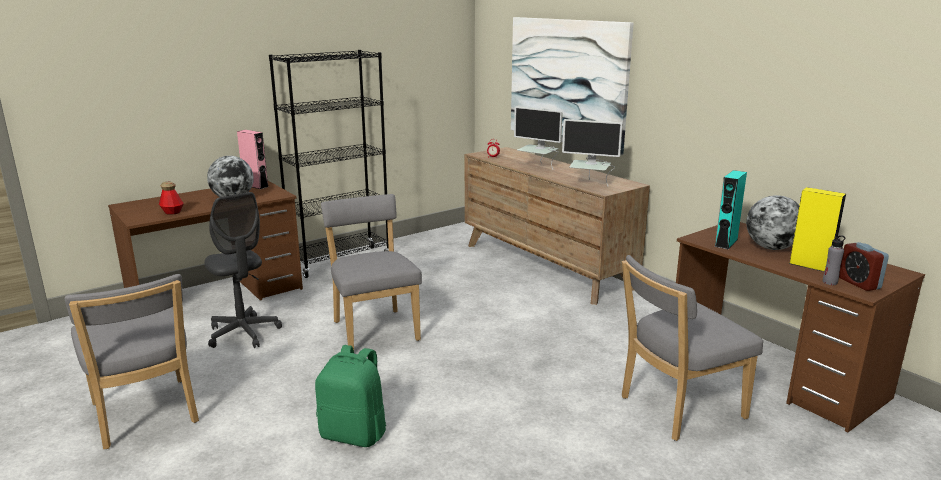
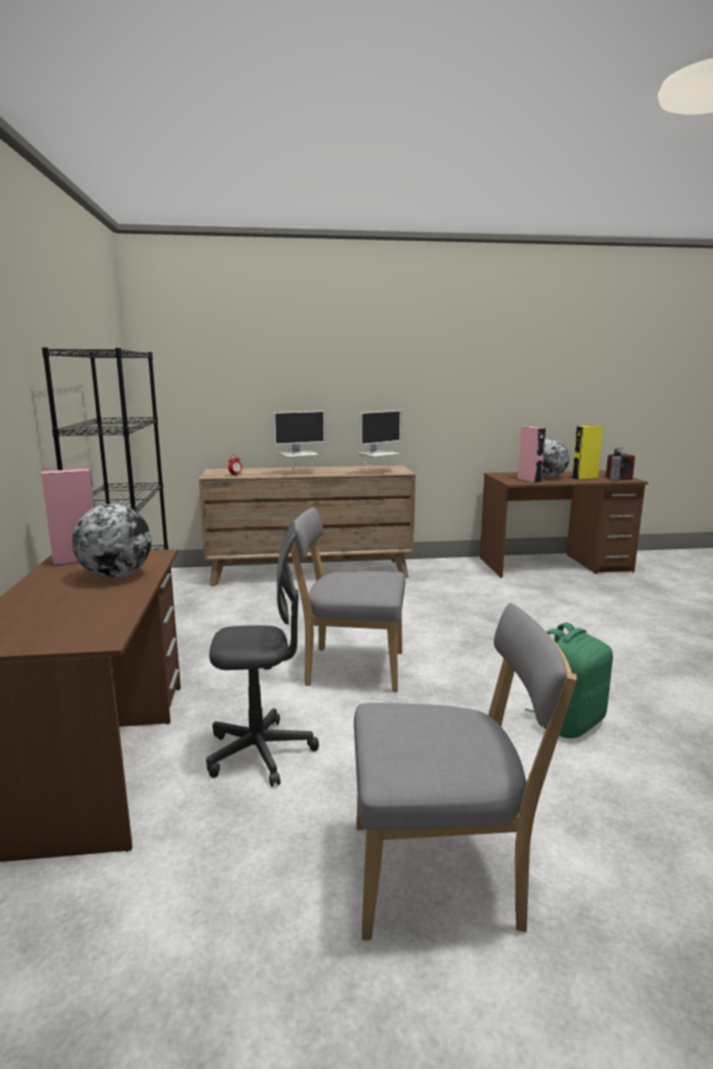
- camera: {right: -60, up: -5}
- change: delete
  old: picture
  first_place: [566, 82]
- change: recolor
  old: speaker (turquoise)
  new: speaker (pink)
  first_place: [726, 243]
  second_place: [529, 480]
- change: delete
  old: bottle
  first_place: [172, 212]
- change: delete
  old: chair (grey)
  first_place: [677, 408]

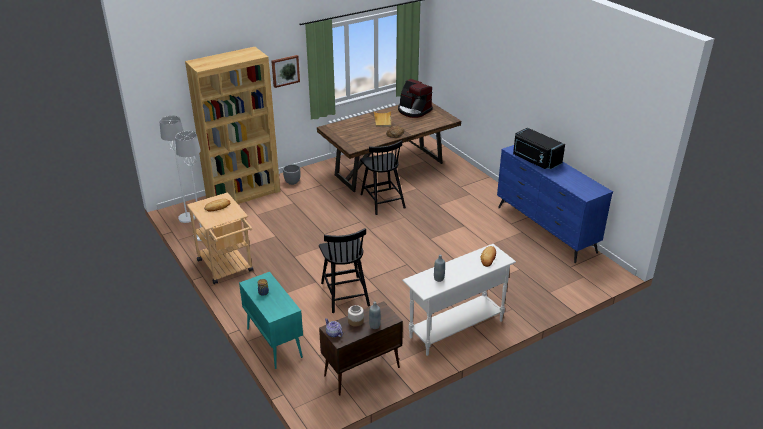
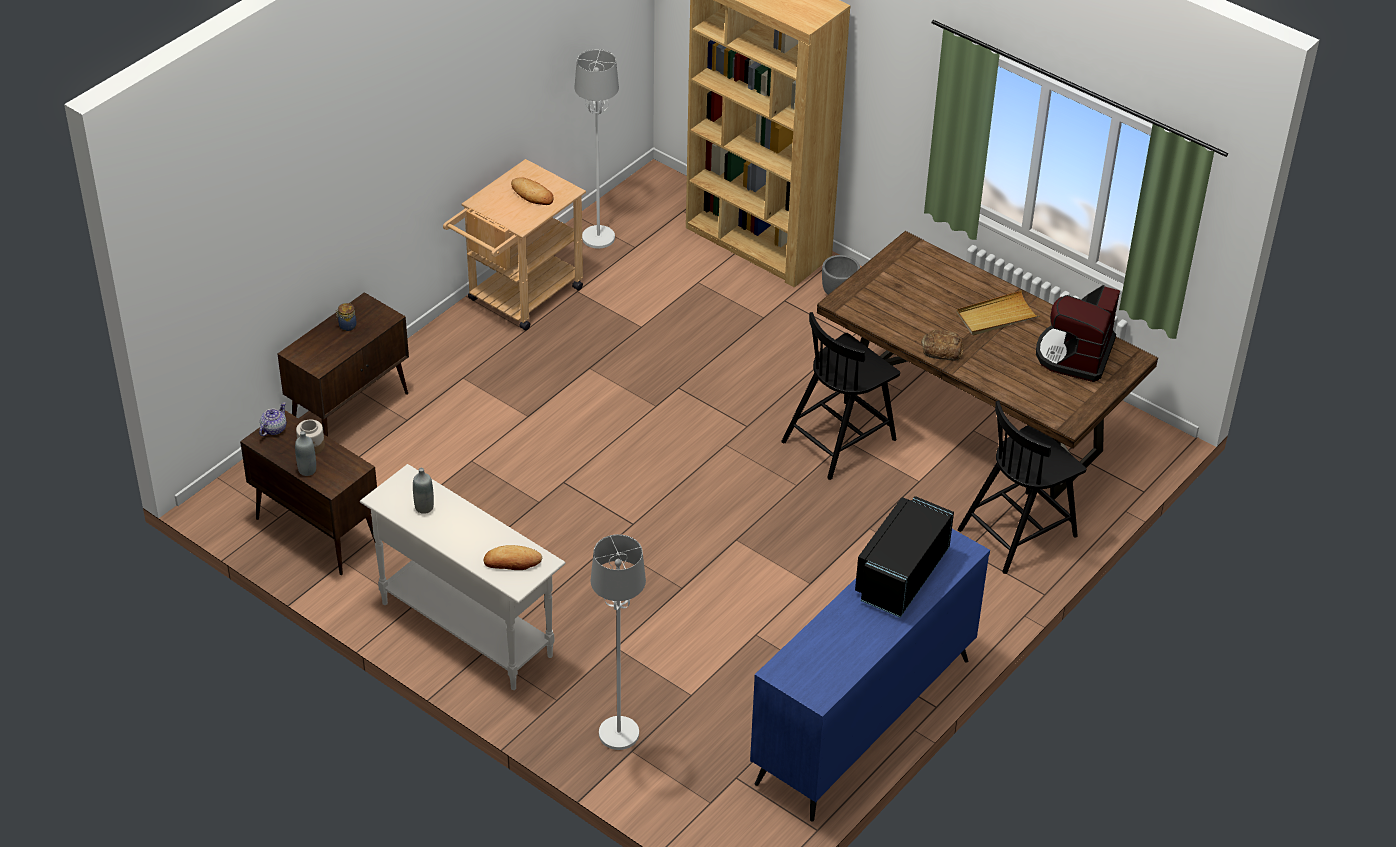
- camera: {right: 70, up: 10}
- change: delete
  old: picture
  first_place: [285, 71]
- change: move
  old: floor lamp (white)
  first_place: [186, 218]
  second_place: [618, 733]
- change: move
  old: chair (black)
  first_place: [345, 293]
  second_place: [1018, 531]
- change: recolor
  old: cabinet (turquoise)
  new: cabinet (brown)
  first_place: [274, 342]
  second_place: [351, 412]

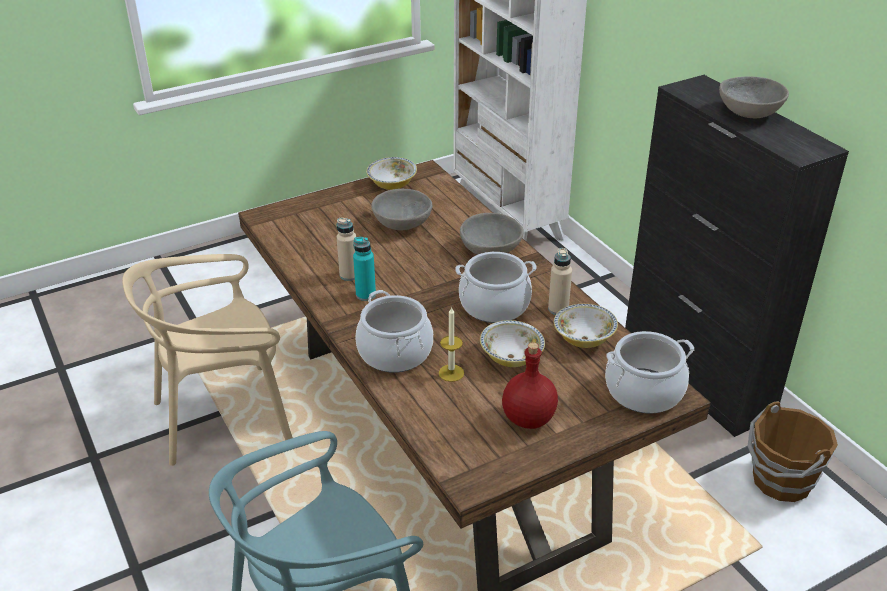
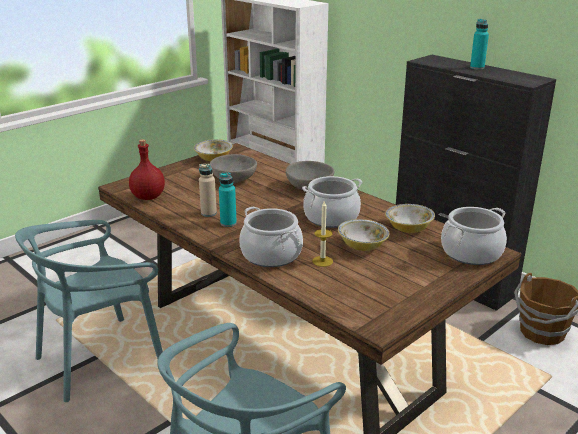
- camera: {right: -15, up: -10}
- change: replace
  old: bowl (grey)
  new: bottle (turquoise)
  first_place: [748, 113]
  second_place: [477, 67]
- change: delete
  old: bottle (beige)
  first_place: [558, 309]
- change: recolor
  old: chair (beige)
  new: chair (turquoise)
  first_place: [223, 417]
  second_place: [100, 359]
- change: move
  old: bottle (red)
  first_place: [527, 418]
  second_place: [147, 197]

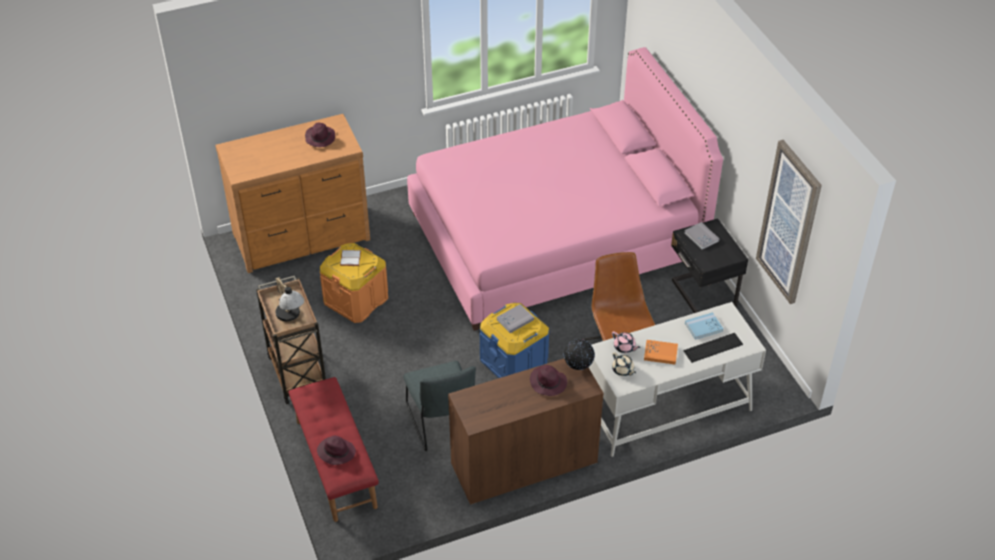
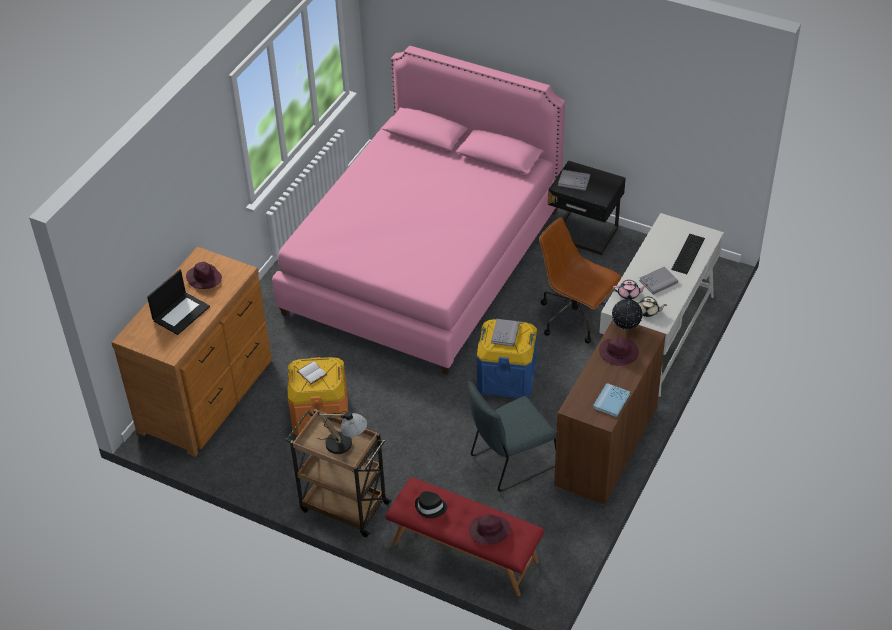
- camera: {right: -40, up: 0}
- change: delete
  old: picture
  first_place: [789, 223]
- change: move
  old: book (blue)
  first_place: [703, 327]
  second_place: [611, 401]
- change: recolor
  old: book (orange)
  new: book (grey)
  first_place: [660, 353]
  second_place: [658, 282]
- change: rotate
  old: chair (grey)
  first_place: [442, 424]
  second_place: [510, 462]
  degrees: 120
- change: insert
  new: laptop
  second_place: [181, 313]
- change: insert
  new: hat (black)
  second_place: [430, 507]

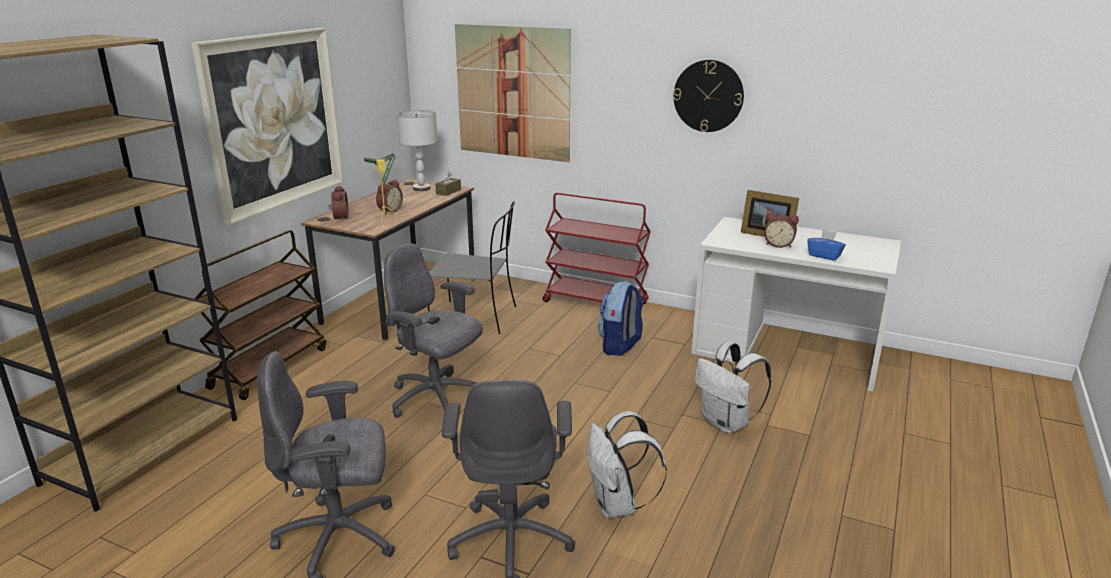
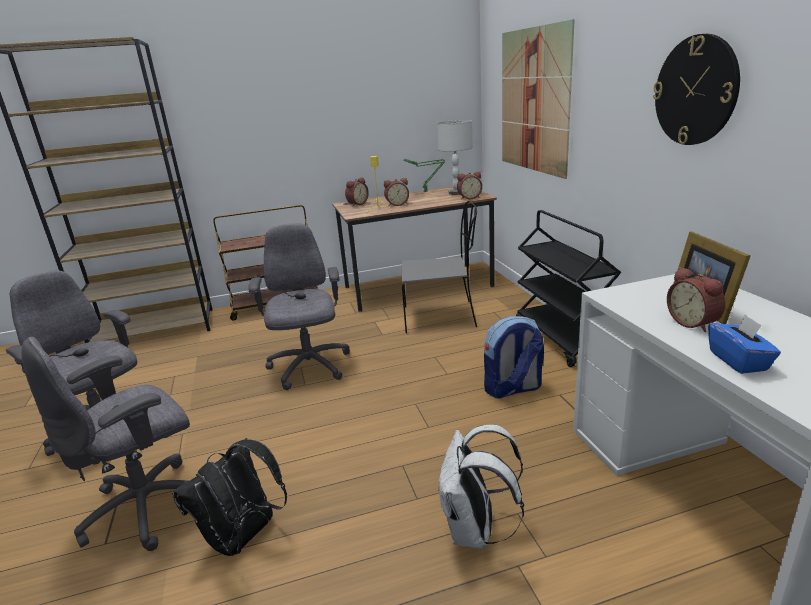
- camera: {right: 50, up: 0}
- change: delete
  old: picture
  first_place: [274, 121]
- change: replace
  old: tissue box (brown)
  new: alarm clock
  first_place: [448, 191]
  second_place: [469, 198]
- change: recolor
  old: cart (red)
  new: cart (black)
  first_place: [596, 302]
  second_place: [562, 339]
- change: rotate
  old: chair (grey)
  first_place: [476, 318]
  second_place: [441, 317]
  degrees: -60
- change: recolor
  old: backpack (white)
  new: backpack (black)
  first_place: [617, 506]
  second_place: [243, 538]

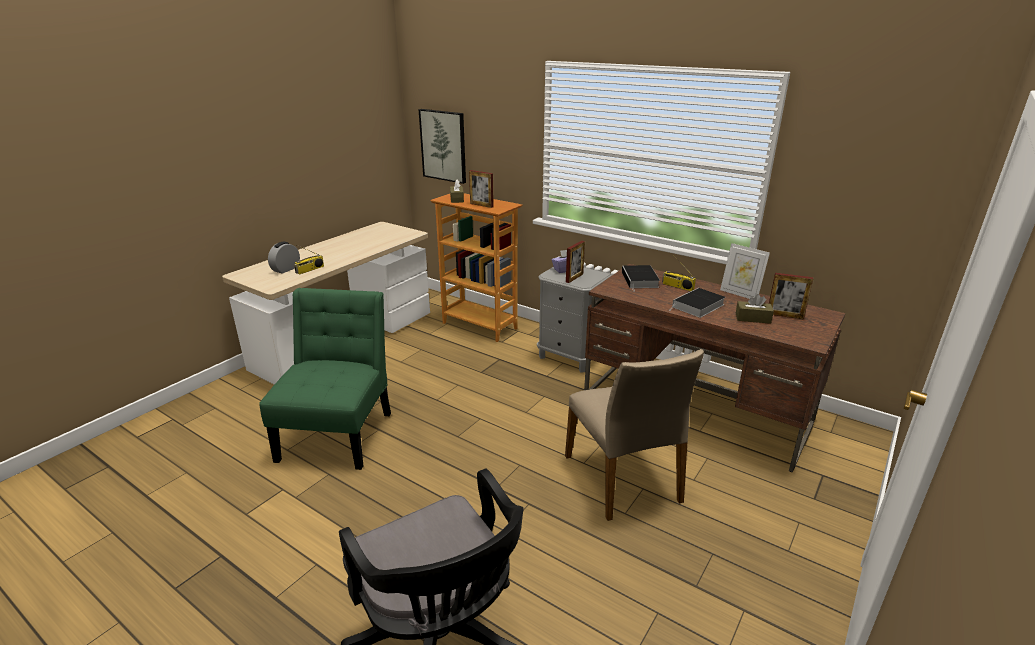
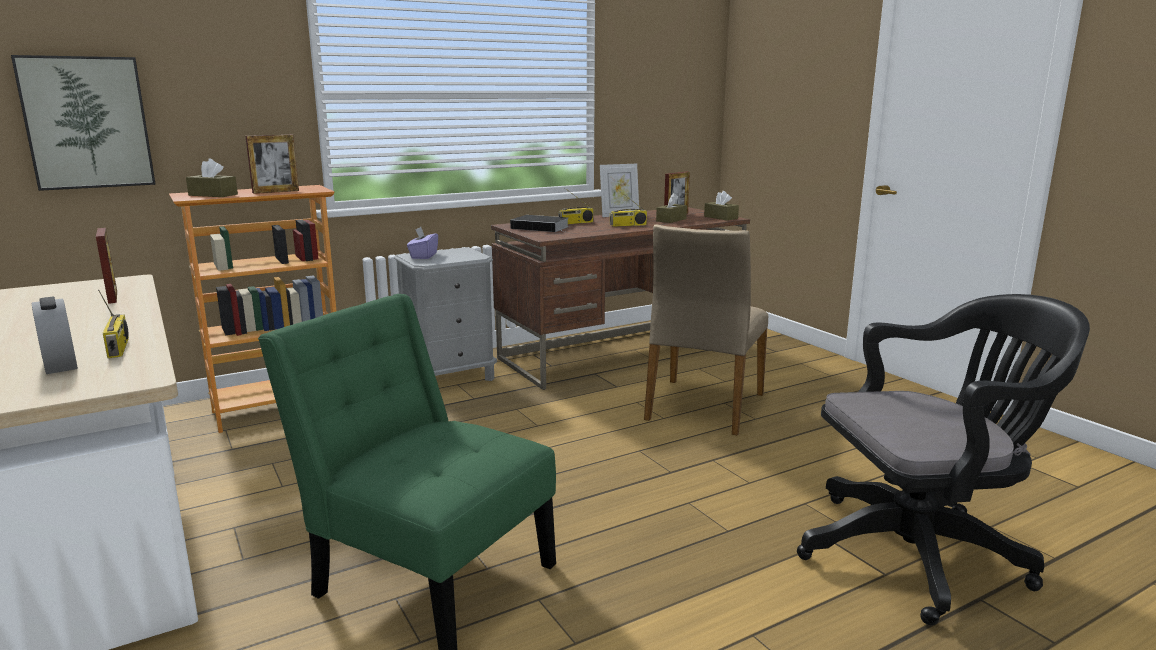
- camera: {right: -65, up: -10}
- change: move
  old: picture frame
  first_place: [574, 278]
  second_place: [112, 297]
- change: replace
  old: book
  new: radio
  first_place: [697, 306]
  second_place: [628, 225]
- change: rotate
  old: chair (beige)
  first_place: [623, 478]
  second_place: [703, 406]
  degrees: 105
- change: insert
  new: tissue box (brown)
  second_place: [720, 217]

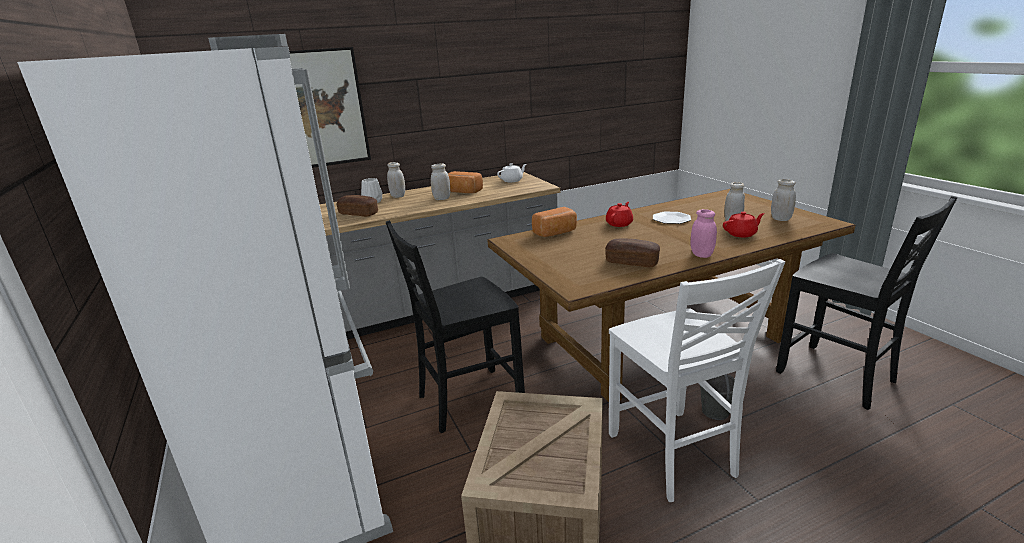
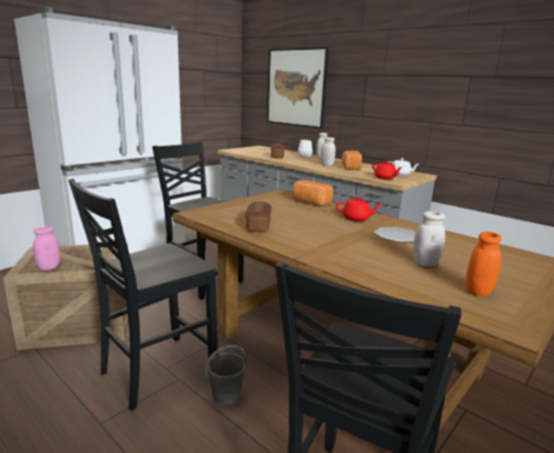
- camera: {right: 65, up: -5}
- change: recolor
  old: jar (white)
  new: jar (orange)
  first_place: [780, 219]
  second_place: [478, 292]
- change: move
  old: jar (pink)
  first_place: [701, 255]
  second_place: [49, 267]
- change: move
  old: teapot (red)
  first_place: [741, 234]
  second_place: [385, 178]
- change: recolor
  old: chair (white)
  new: chair (black)
  first_place: [673, 456]
  second_place: [155, 372]

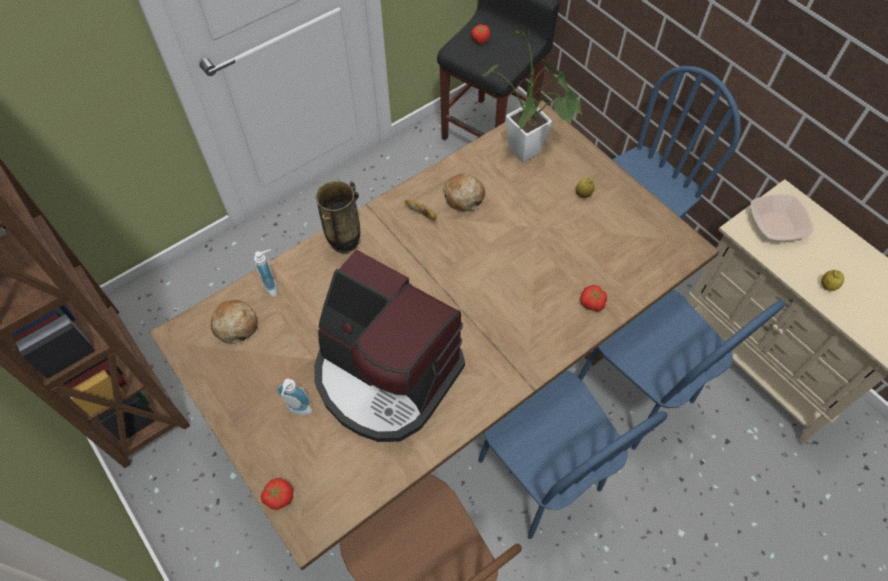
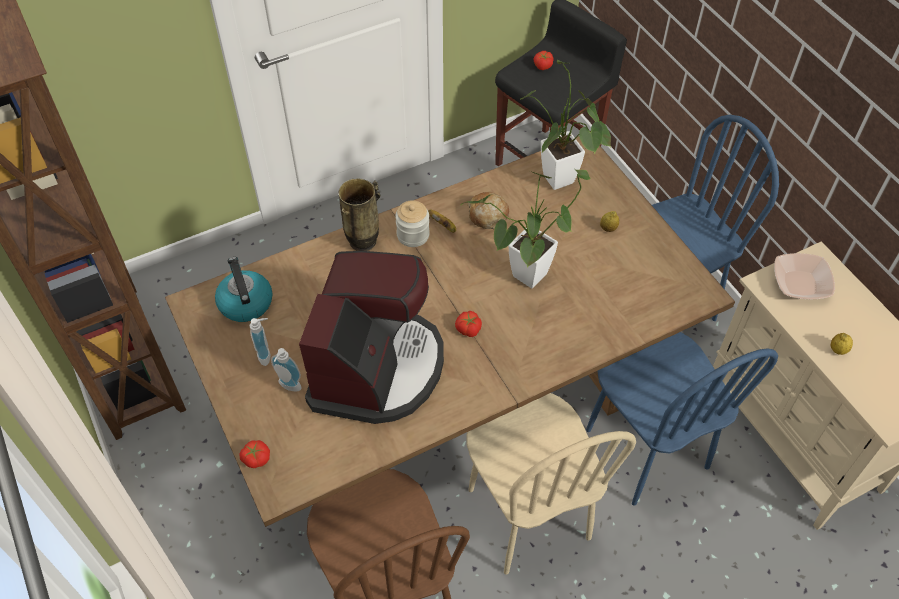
- camera: {right: 10, up: -5}
- change: move
  old: soap dispenser
  first_place: [273, 286]
  second_place: [267, 355]
- change: rotate
  old: coffee machine
  first_place: [385, 375]
  second_place: [377, 368]
  degrees: -120
- change: move
  old: tomato
  first_place: [592, 303]
  second_place: [468, 329]
- change: replace
  old: bread
  new: kettle
  first_place: [235, 325]
  second_place: [245, 302]
- change: recolor
  old: chair (blue)
  new: chair (beige)
  first_place: [538, 475]
  second_place: [527, 514]
- change: insert
  new: potted plant
  second_place: [524, 280]
- change: insert
  new: jar
  second_place: [413, 235]

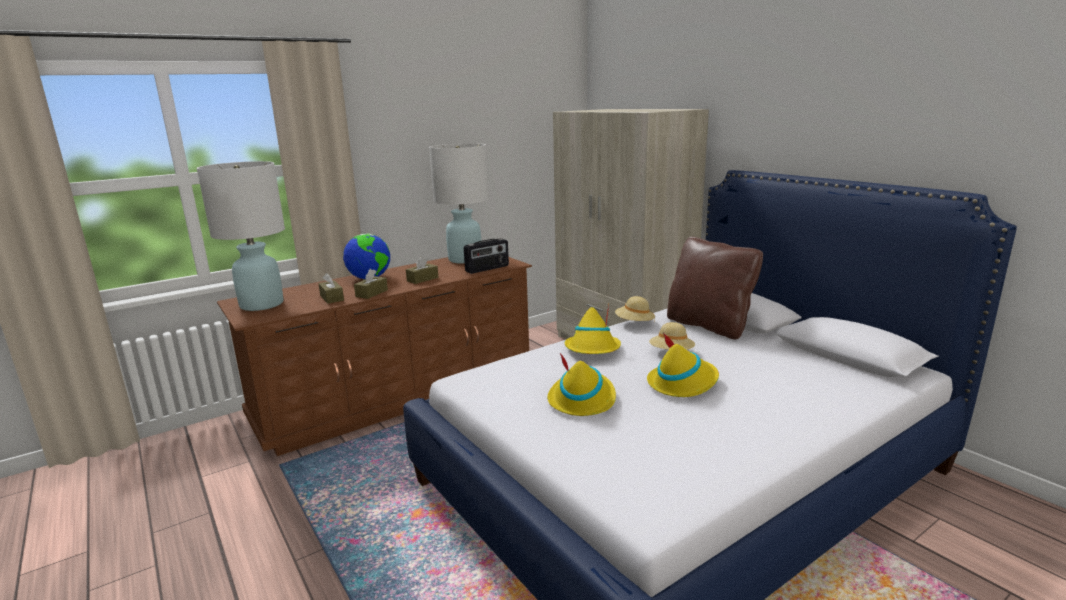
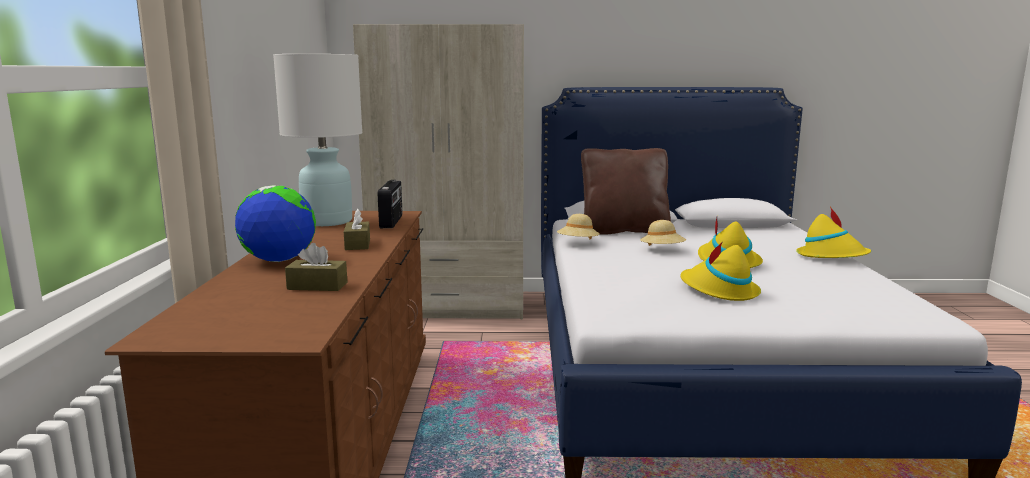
- camera: {right: -55, up: -5}
- change: delete
  old: table lamp (white)
  first_place: [261, 304]
- change: delete
  old: tissue box (brown)
  first_place: [371, 293]
- change: move
  old: hat (yellow)
  first_place: [593, 349]
  second_place: [831, 256]

